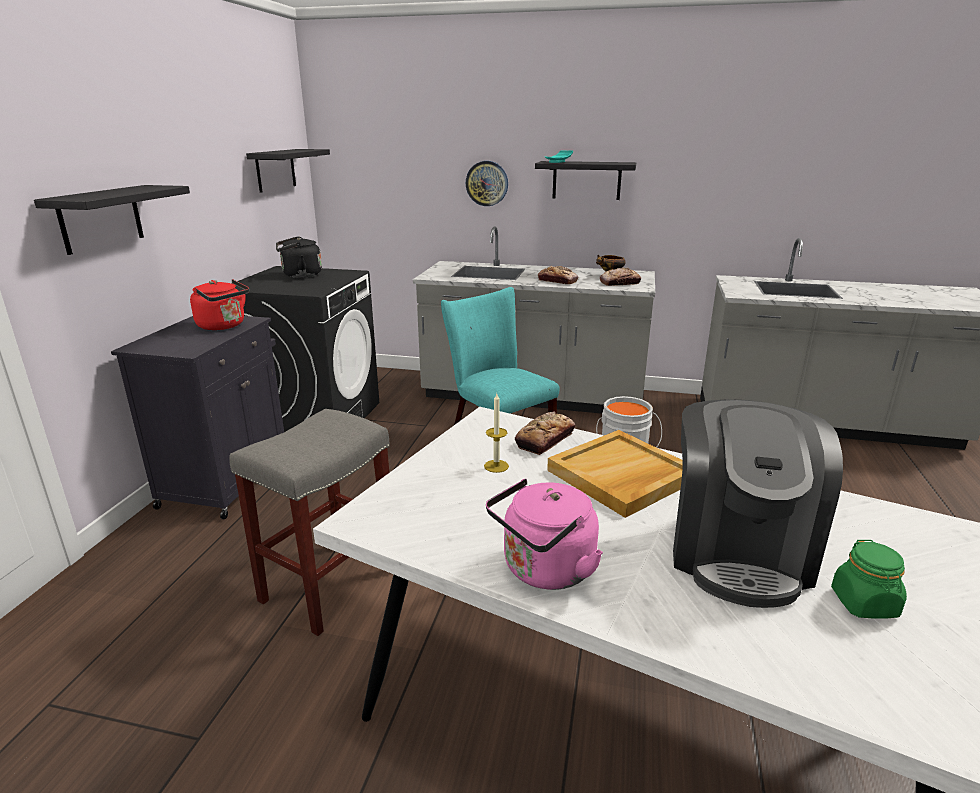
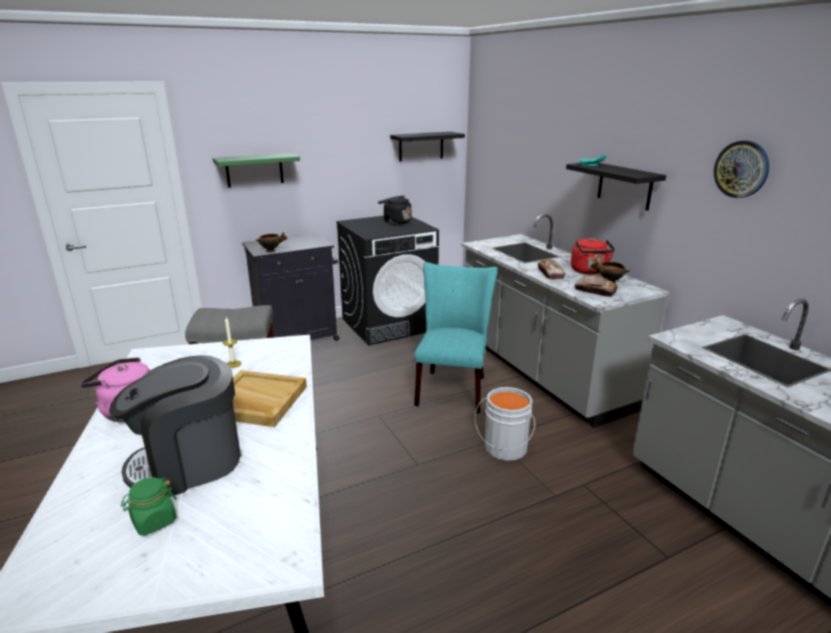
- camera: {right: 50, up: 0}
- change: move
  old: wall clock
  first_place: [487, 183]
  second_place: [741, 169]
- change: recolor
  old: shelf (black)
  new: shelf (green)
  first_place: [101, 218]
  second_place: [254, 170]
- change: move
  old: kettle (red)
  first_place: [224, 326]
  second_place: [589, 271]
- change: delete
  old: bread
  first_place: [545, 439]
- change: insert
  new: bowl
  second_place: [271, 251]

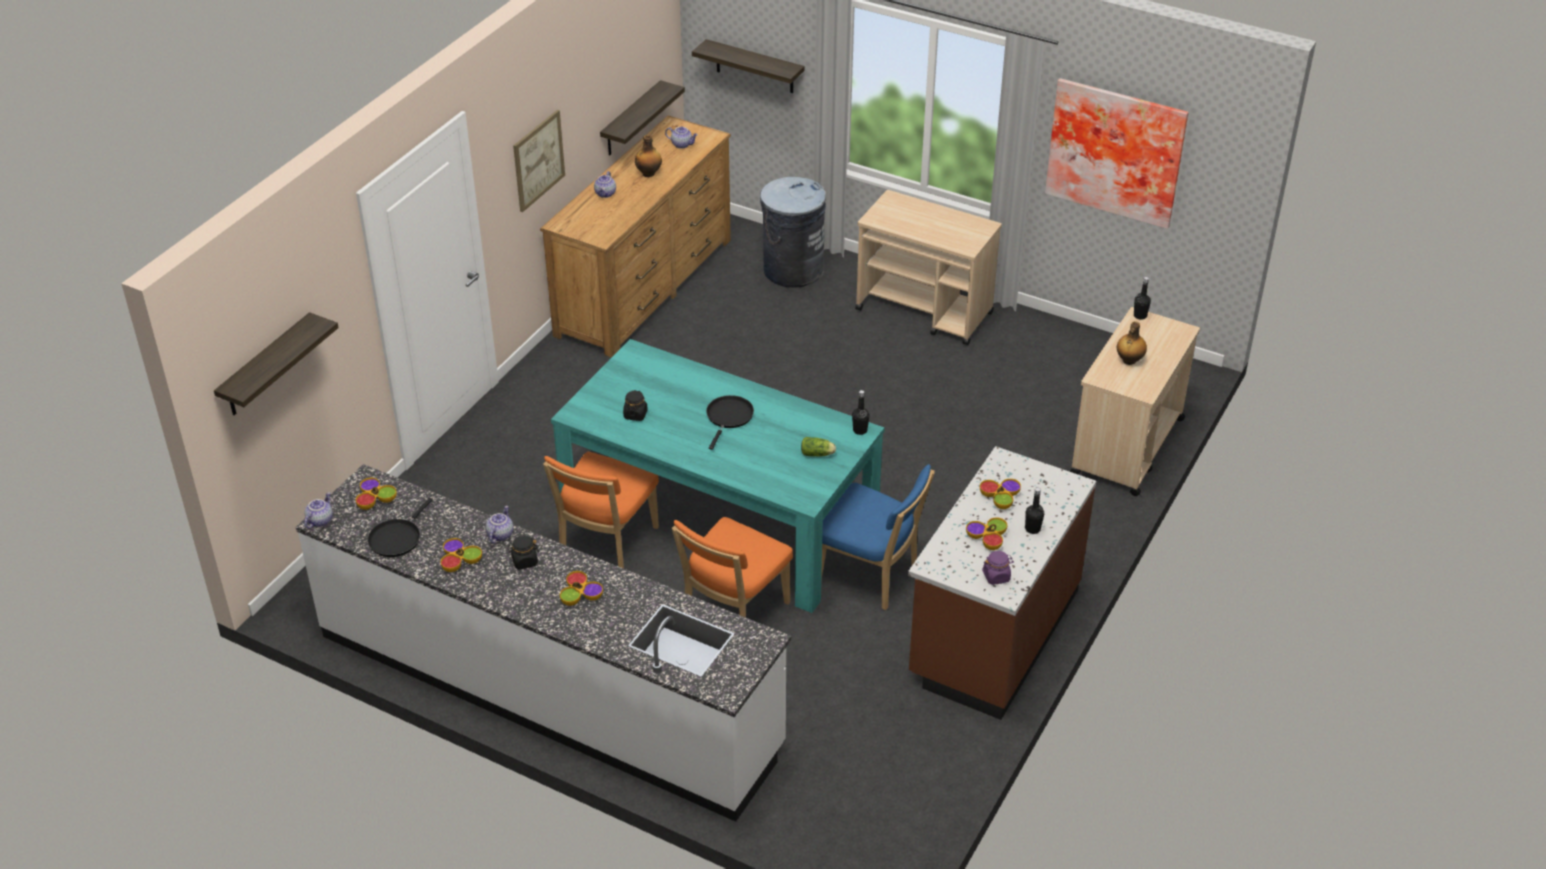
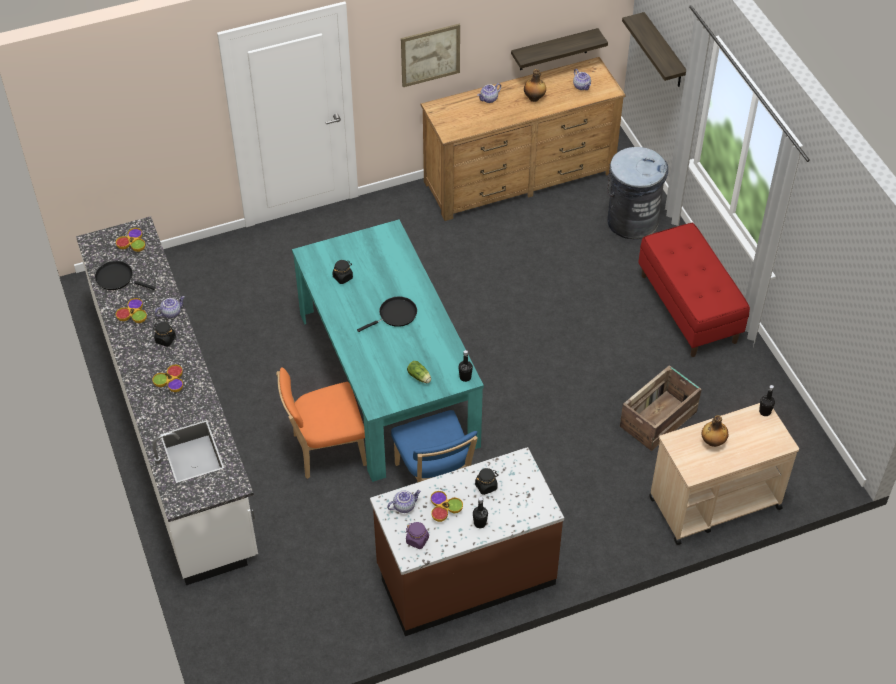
- camera: {right: 40, up: 10}
- change: delete
  old: picture
  first_place: [1116, 150]
- change: replace
  old: cart (beige)
  new: bench (red)
  first_place: [925, 312]
  second_place: [688, 308]
- change: delete
  old: shelf
  first_place: [266, 367]
- change: delete
  old: chair (orange)
  first_place: [606, 544]
- change: replace
  old: bowl
  new: jar (black)
  first_place: [1000, 497]
  second_place: [486, 486]
- change: move
  old: teapot
  first_place: [319, 520]
  second_place: [404, 506]
- change: rotate
  old: frying pan (black)
  first_place: [397, 538]
  second_place: [117, 278]
  degrees: 45
- change: insert
  new: crate
  second_place: [659, 419]

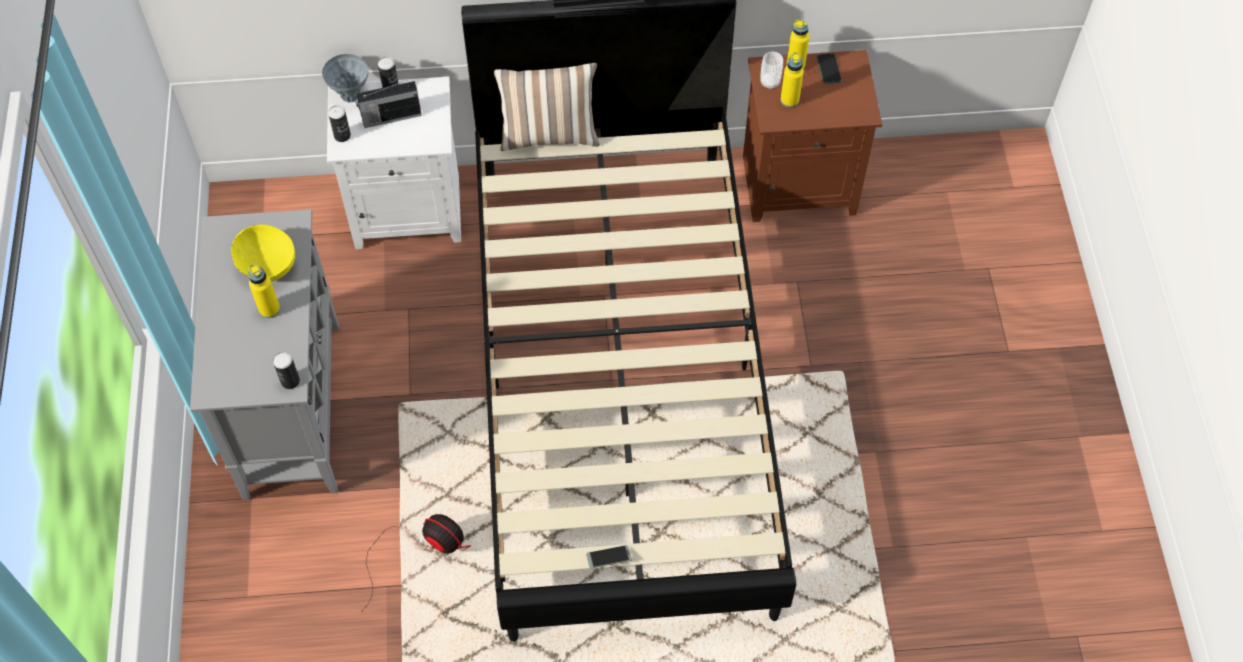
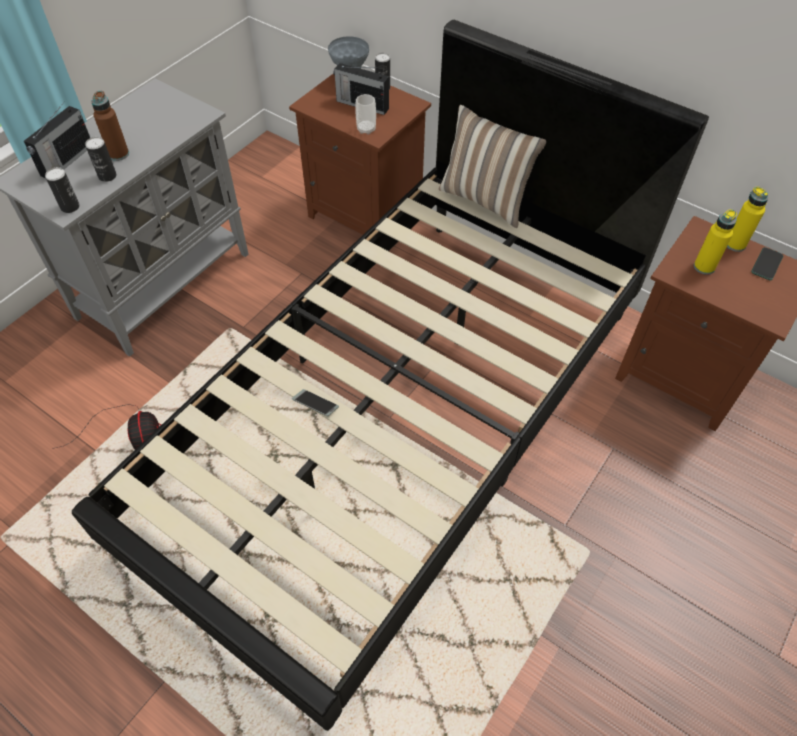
- camera: {right: 40, up: -5}
- change: move
  old: cup
  first_place: [770, 82]
  second_place: [366, 129]
- change: recolor
  old: nightstand (white)
  new: nightstand (brown)
  first_place: [409, 209]
  second_place: [367, 215]
- change: move
  old: can
  first_place: [342, 135]
  second_place: [107, 176]
- change: delete
  old: bowl (yellow)
  first_place: [267, 265]
- change: recolor
  old: bottle (yellow)
  new: bottle (brown)
  first_place: [269, 309]
  second_place: [119, 154]
- change: move
  old: phone
  first_place: [609, 558]
  second_place: [315, 405]
- change: insert
  new: radio
  second_place: [66, 161]

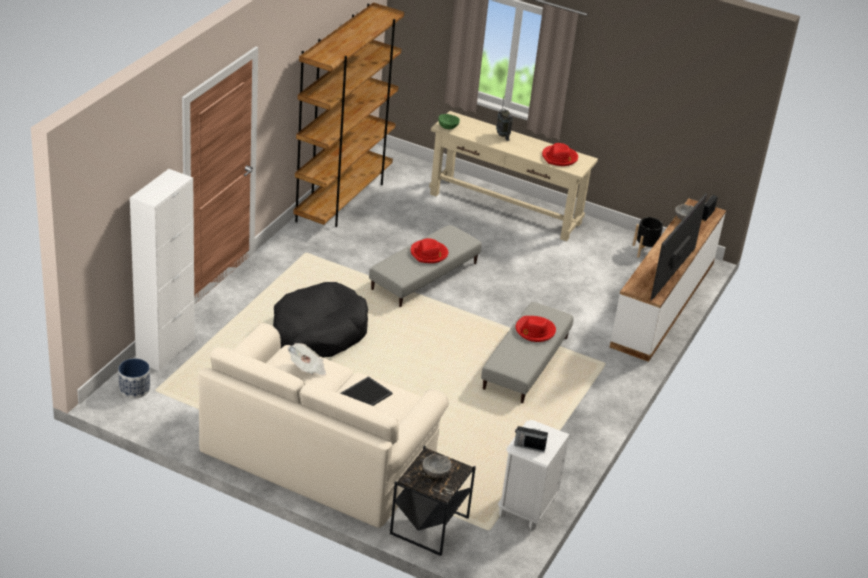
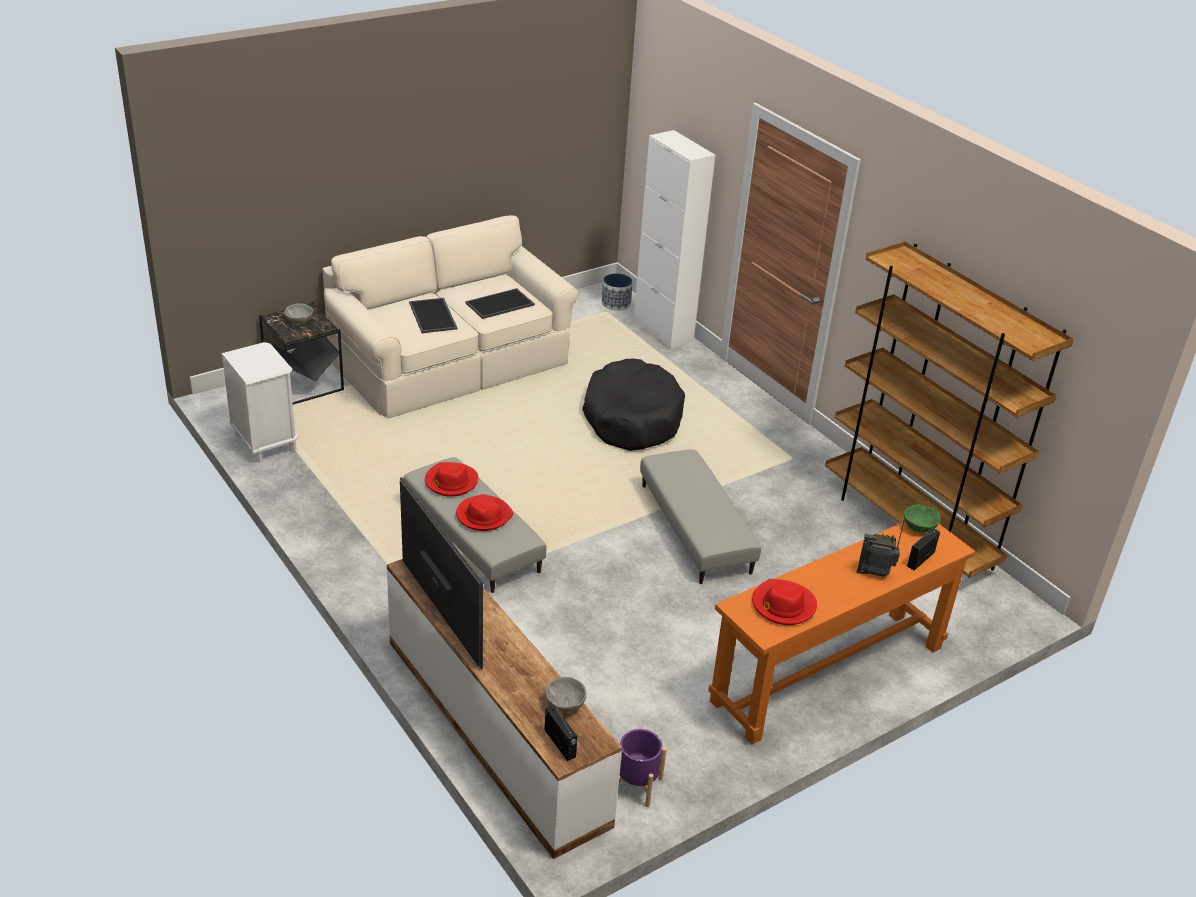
- camera: {right: 120, up: 0}
- change: recolor
  old: console table (beige)
  new: console table (orange)
  first_place: [505, 208]
  second_place: [828, 673]
- change: recolor
  old: planter (black)
  new: planter (purple)
  first_place: [646, 251]
  second_place: [637, 785]
- change: move
  old: hat (red)
  first_place: [429, 253]
  second_place: [451, 482]
- change: replace
  old: newspaper
  new: tray
  first_place: [307, 368]
  second_place: [500, 304]
- change: move
  old: radio
  first_place: [529, 446]
  second_place: [921, 559]

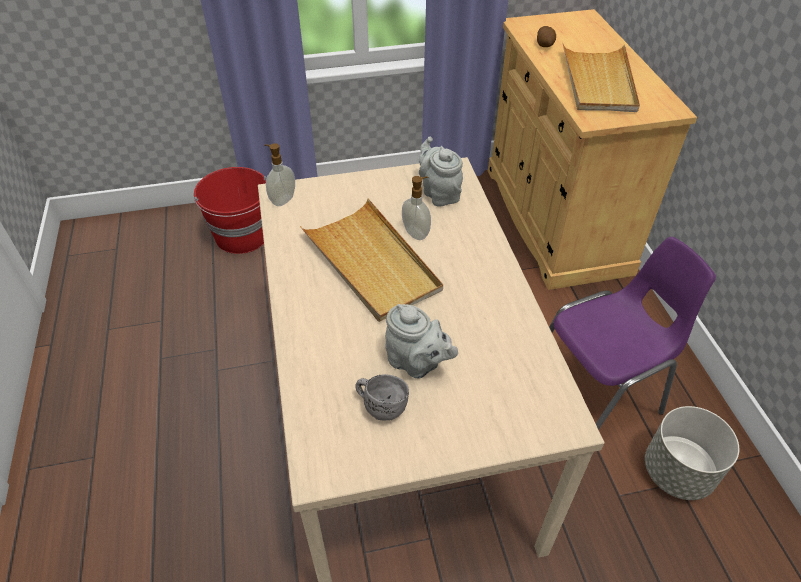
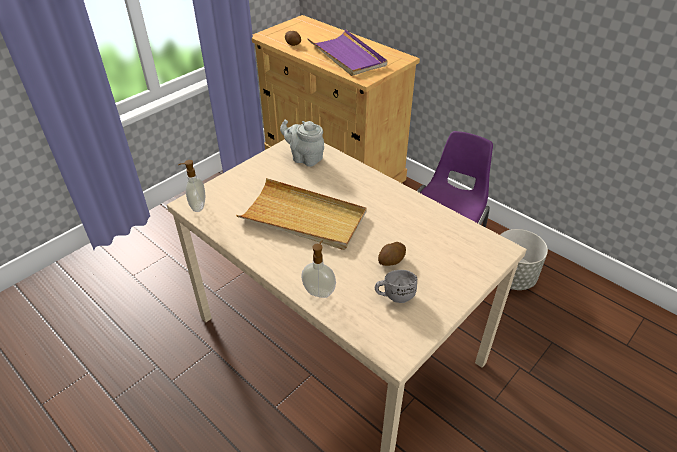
- camera: {right: -35, up: -5}
- change: recolor
  old: tray (beige)
  new: tray (purple)
  first_place: [598, 82]
  second_place: [347, 56]
- change: delete
  old: bucket (red)
  first_place: [243, 236]
- change: move
  old: soap dispenser
  first_place: [416, 233]
  second_place: [319, 291]
- change: replace
  old: teapot (grey)
  new: potato
  first_place: [416, 363]
  second_place: [391, 261]

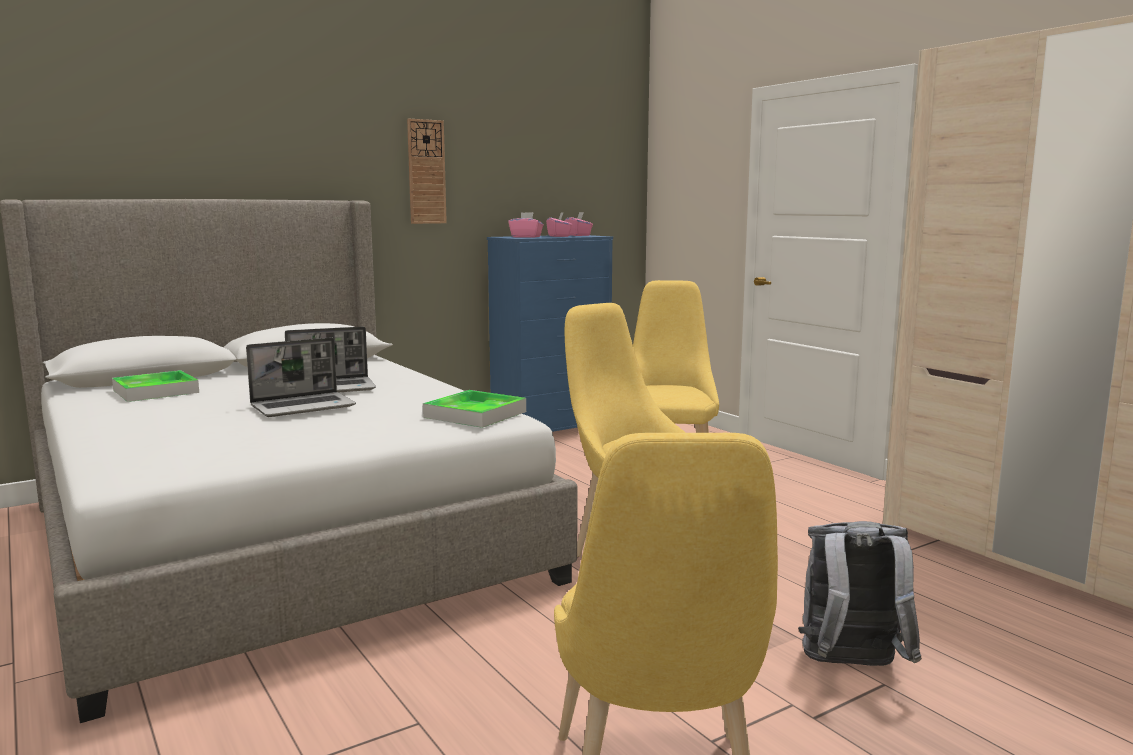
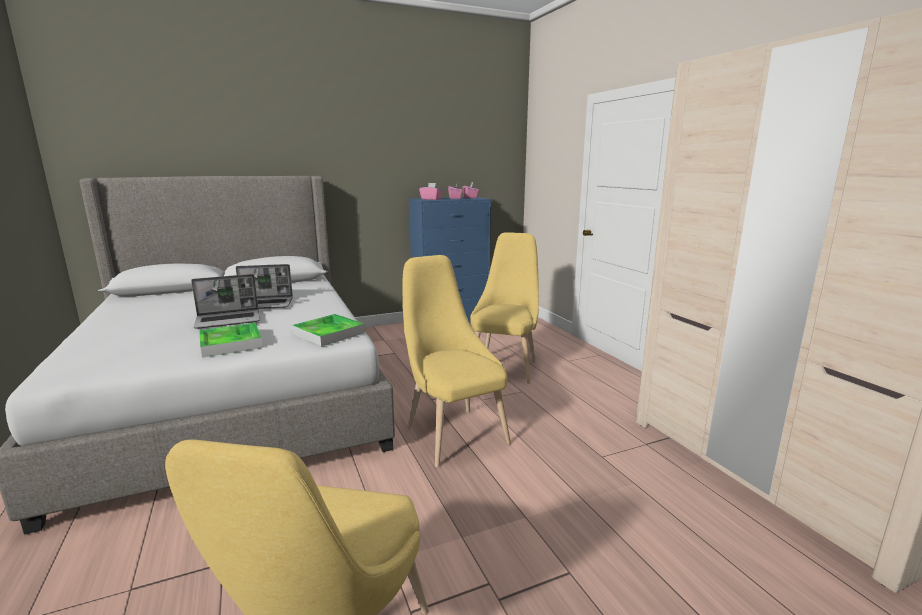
- camera: {right: 10, up: 5}
- change: delete
  old: wall clock
  first_place: [426, 172]
- change: move
  old: tray
  first_place: [156, 391]
  second_place: [231, 343]
- change: delete
  old: backpack (grey)
  first_place: [851, 667]

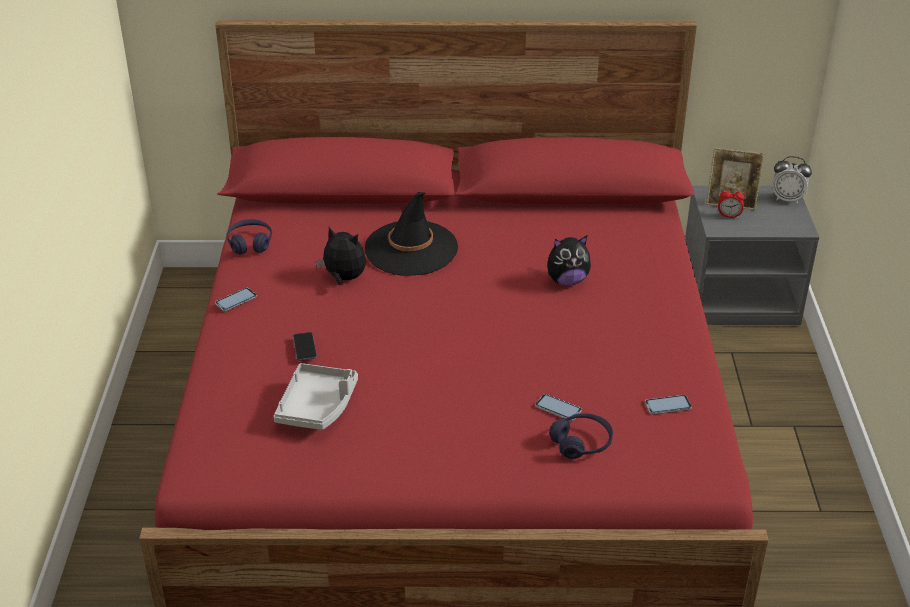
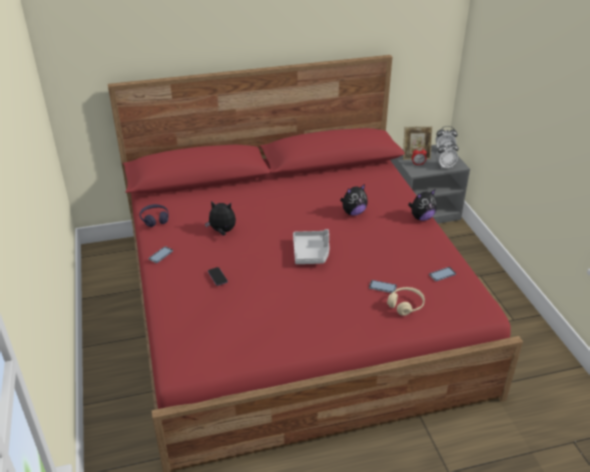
- camera: {right: -15, up: 0}
- change: delete
  old: hat (black)
  first_place: [411, 249]
- change: move
  old: tray (grey)
  first_place: [318, 406]
  second_place: [311, 252]
- change: recolor
  old: headphones (purple)
  new: headphones (beige)
  first_place: [581, 443]
  second_place: [405, 305]
- change: insert
  new: alarm clock
  second_place: [445, 166]
- change: insert
  new: plush toy
  second_place: [421, 218]

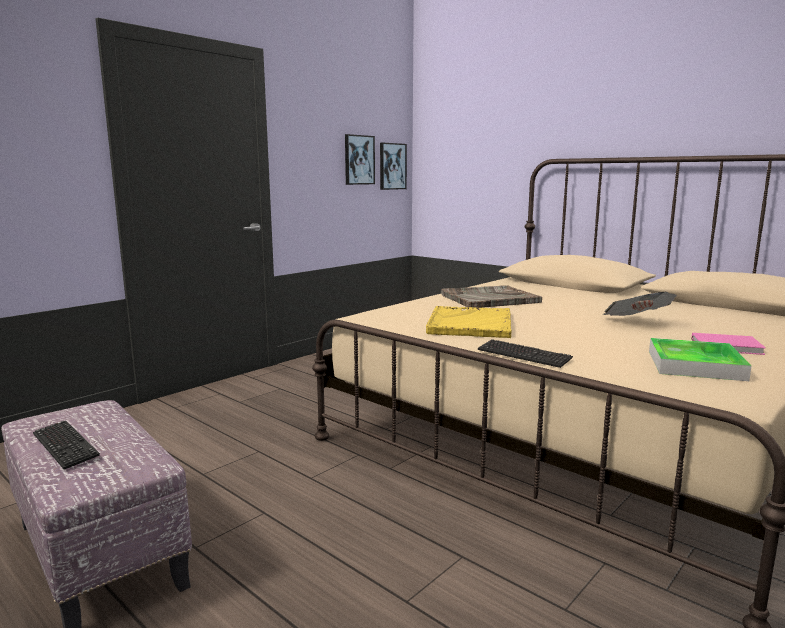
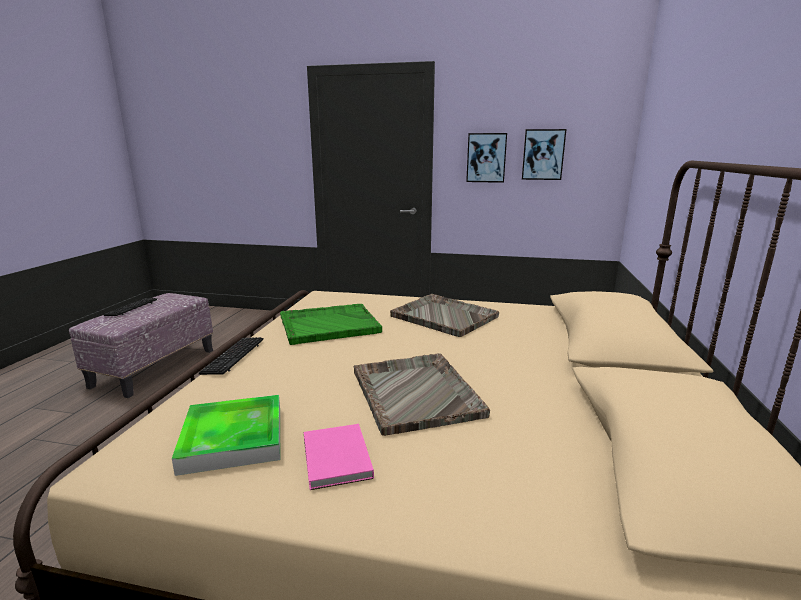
- camera: {right: 60, up: 5}
- change: move
  old: picture
  first_place: [392, 166]
  second_place: [486, 158]
- change: replace
  old: newspaper
  new: tray (grey)
  first_place: [636, 323]
  second_place: [415, 392]
- change: recolor
  old: tray (yellow)
  new: tray (green)
  first_place: [470, 324]
  second_place: [328, 325]

